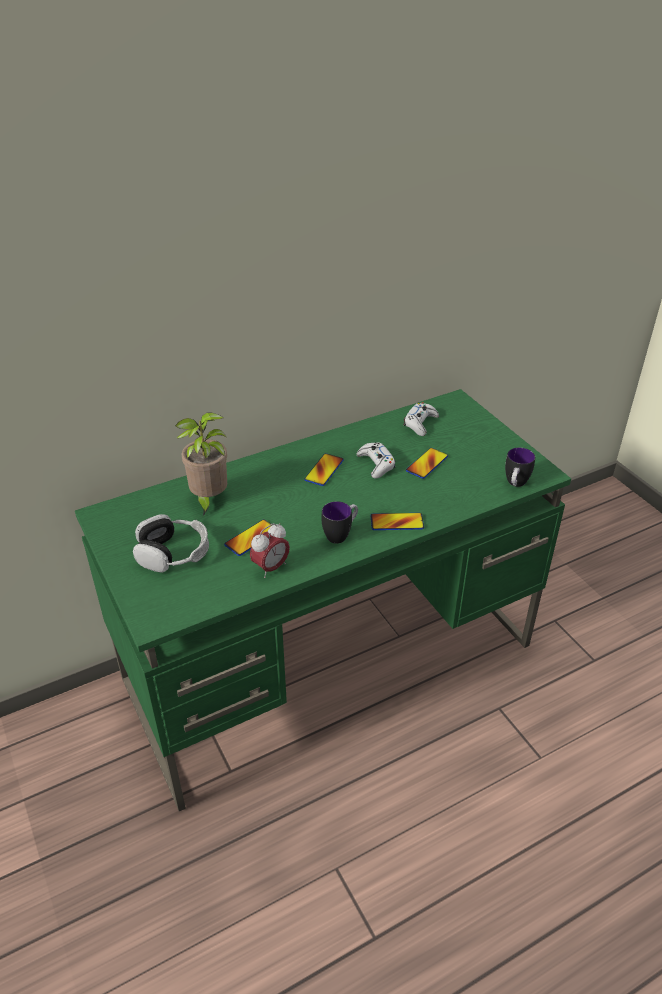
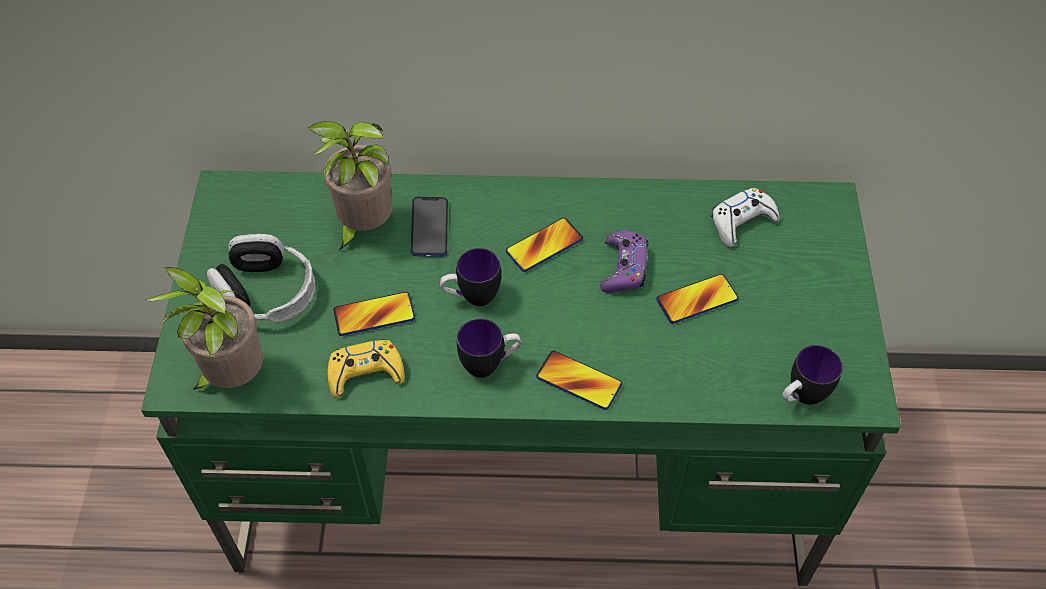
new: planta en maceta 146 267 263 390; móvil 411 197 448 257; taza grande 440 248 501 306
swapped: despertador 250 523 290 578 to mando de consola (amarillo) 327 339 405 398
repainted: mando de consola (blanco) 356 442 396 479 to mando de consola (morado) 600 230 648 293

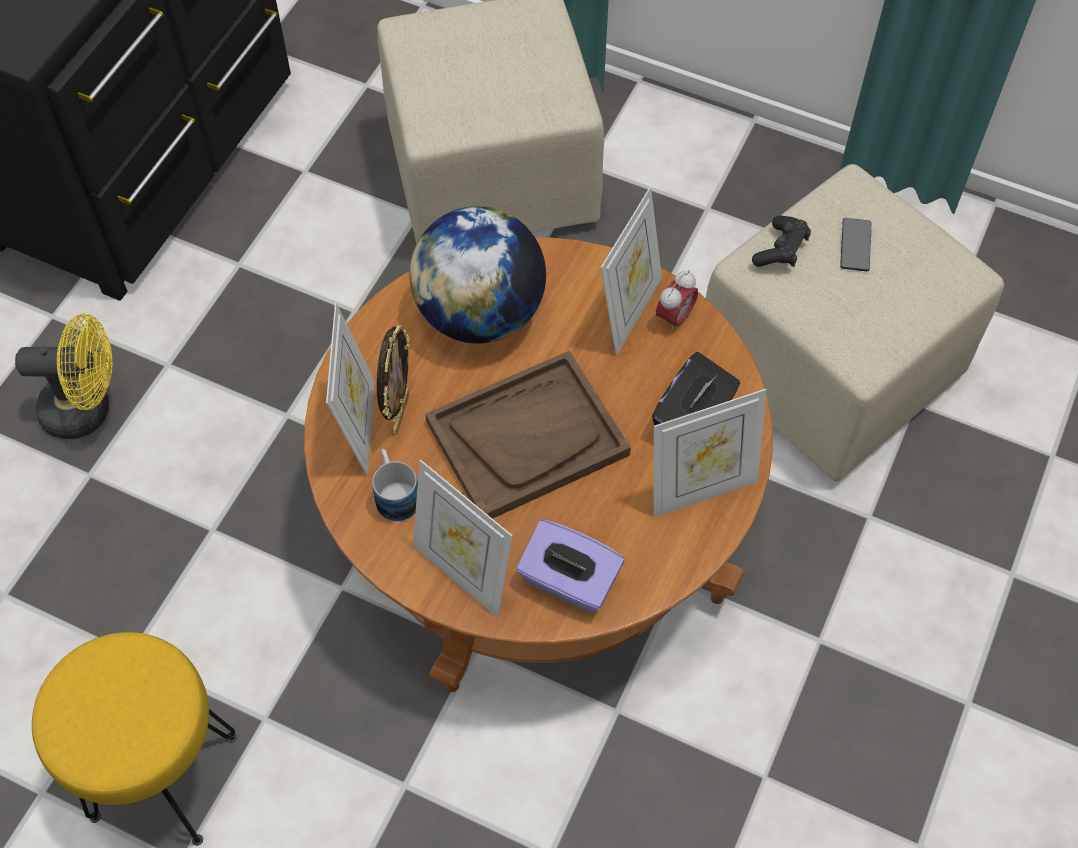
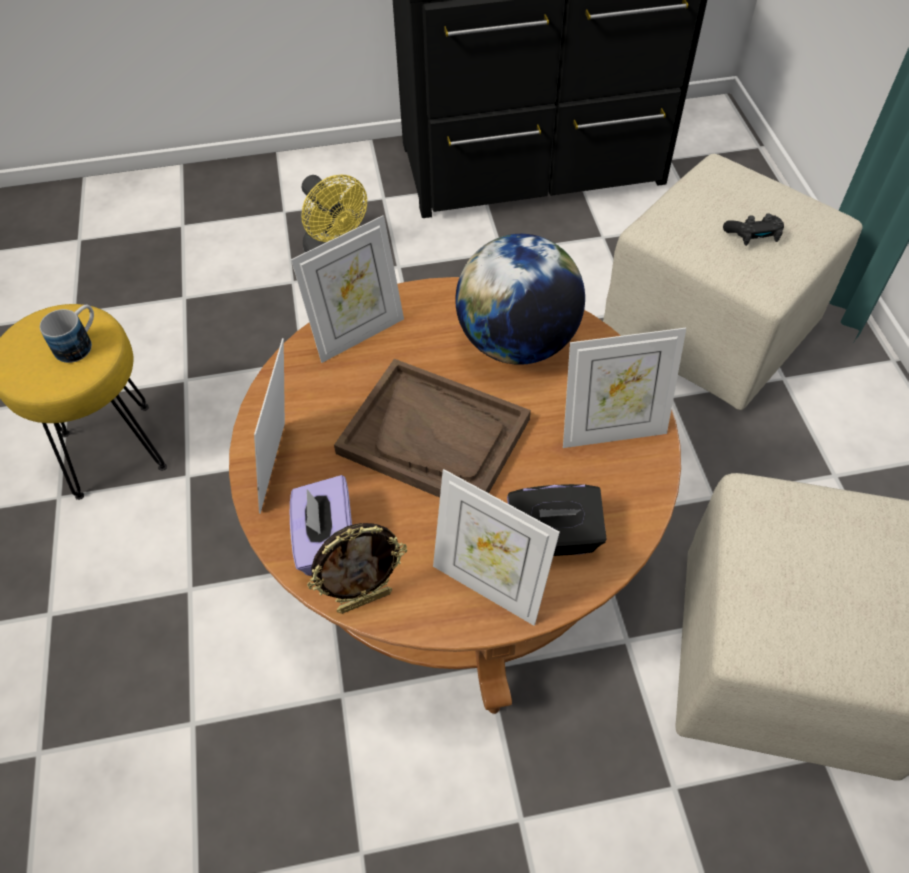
gone: despertador 656 271 698 332; móvil 840 218 871 271
shifted: taza grande 372 449 418 521 to 40 304 94 363; portarretratos 377 325 410 435 to 307 523 407 614; mando de consola (negro) 752 216 811 267 to 723 213 784 246

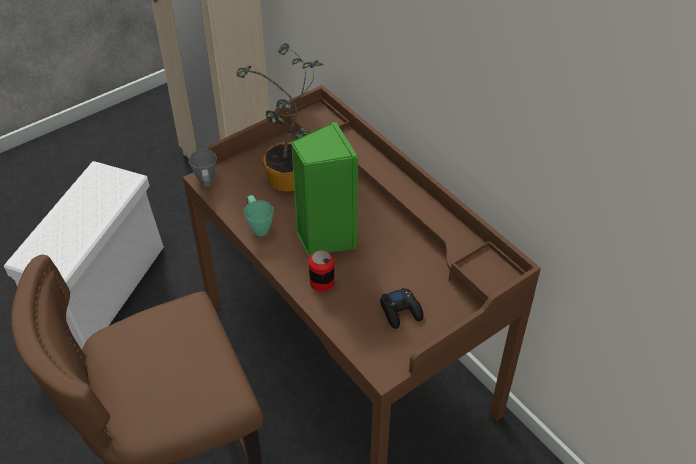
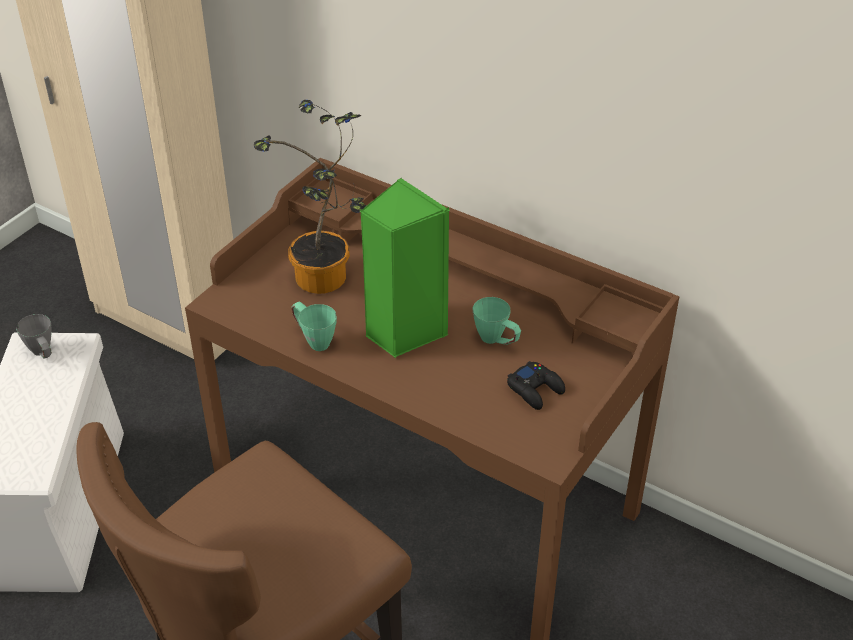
gone: lata 309 250 334 292
new: taza grande (verde) 473 297 521 345
shifted: taza grande (gris) 189 149 217 187 to 16 314 52 358

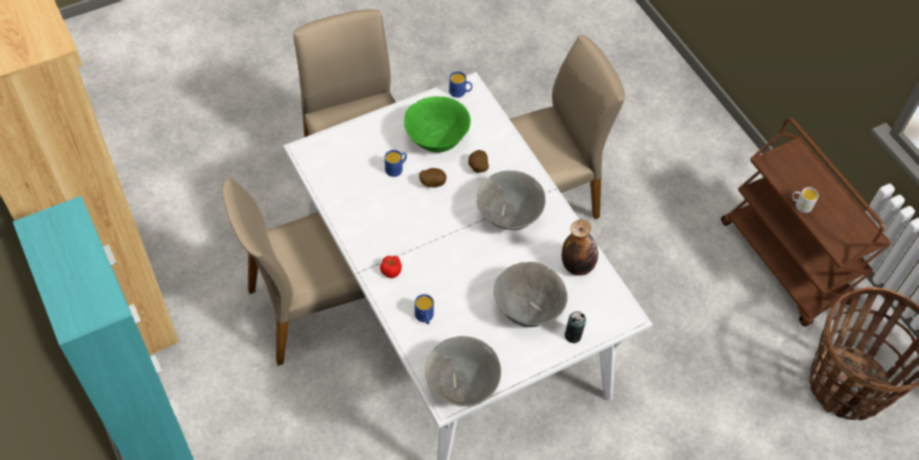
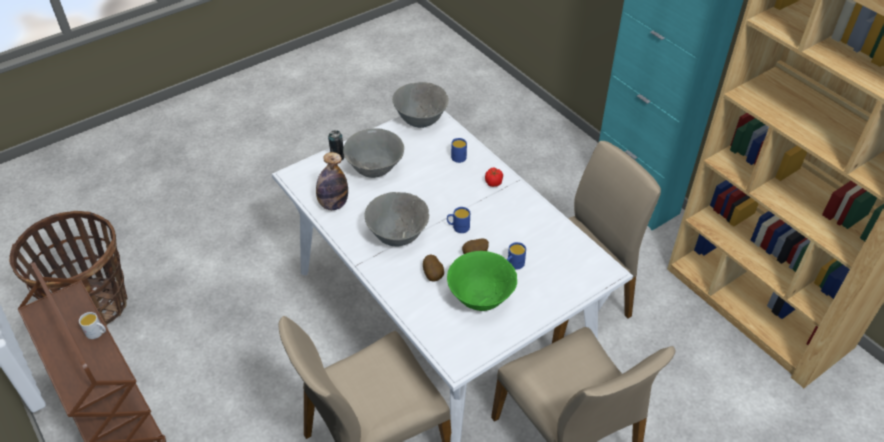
shifted: taza grande (azul) 449 71 472 98 to 447 207 470 233

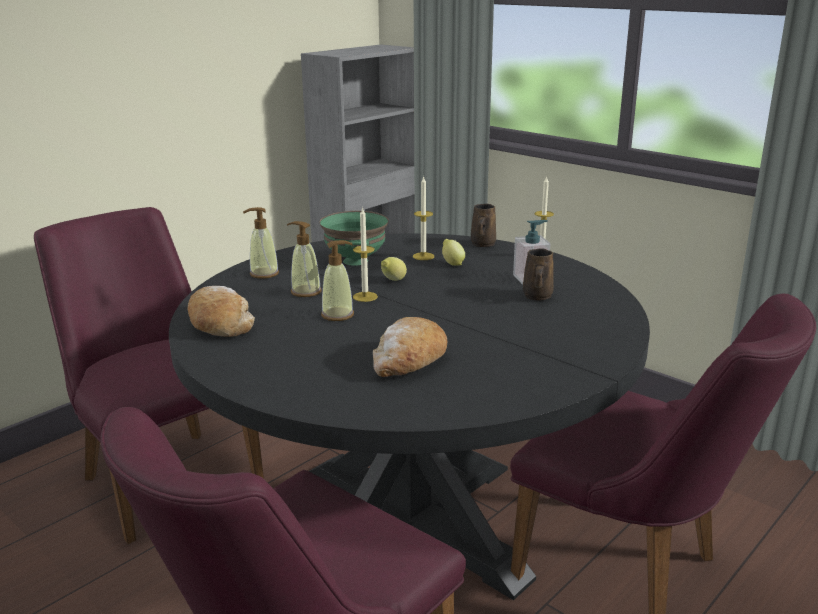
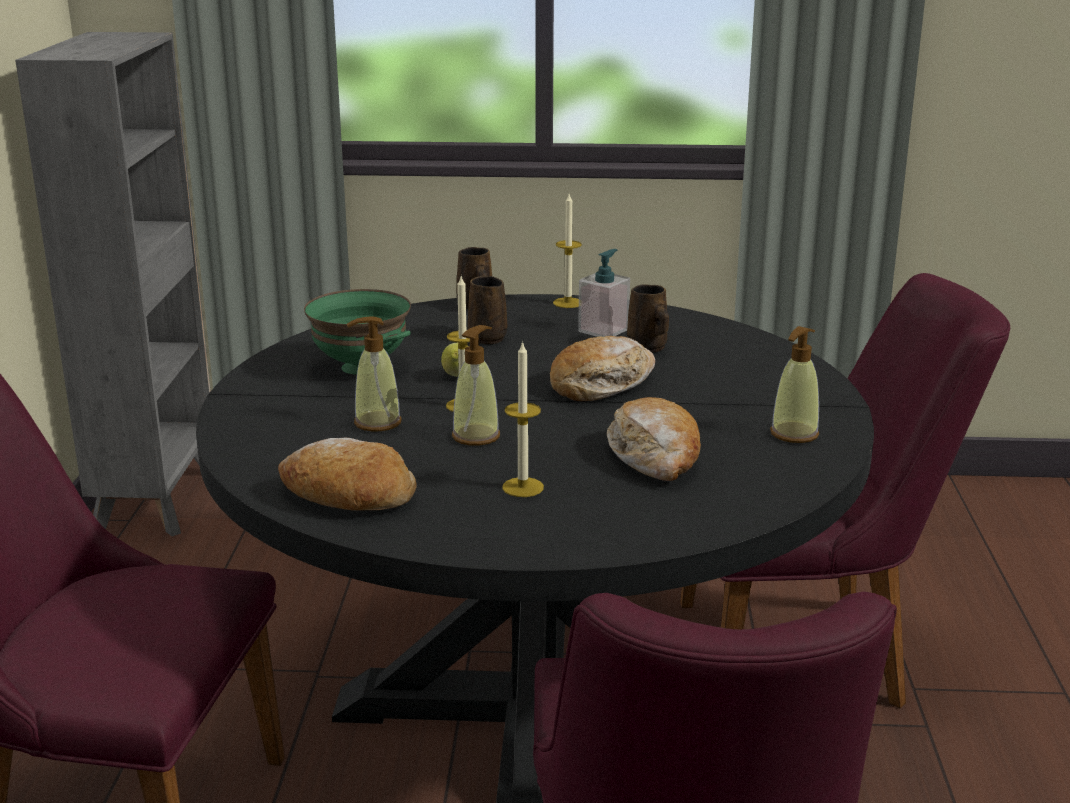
new: pan 550 336 655 401
shifted: dispensador de jabón 243 207 279 279 to 770 326 819 443; vela 413 176 434 260 to 502 341 544 497
swapped: limón 442 239 465 266 to taza grande (marrón) 468 276 507 344

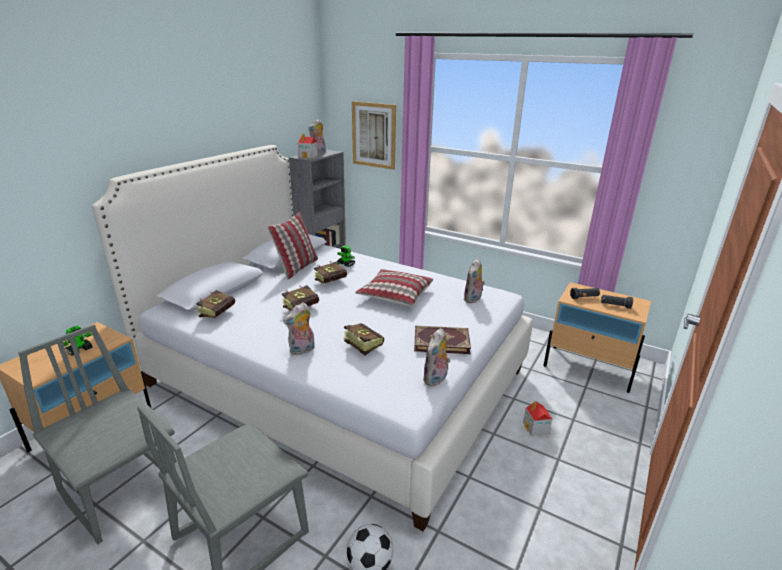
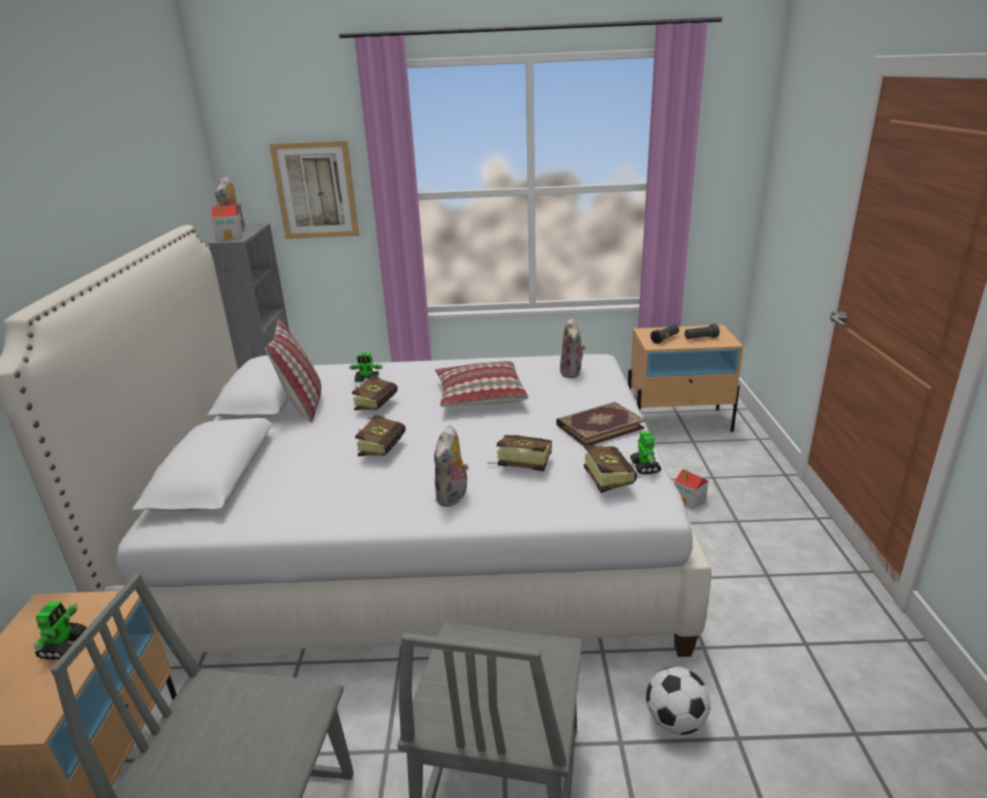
shifted: libro 197 290 235 318 to 584 445 637 493
swapped: peluche 423 328 450 386 to robot de juguete 630 431 661 475

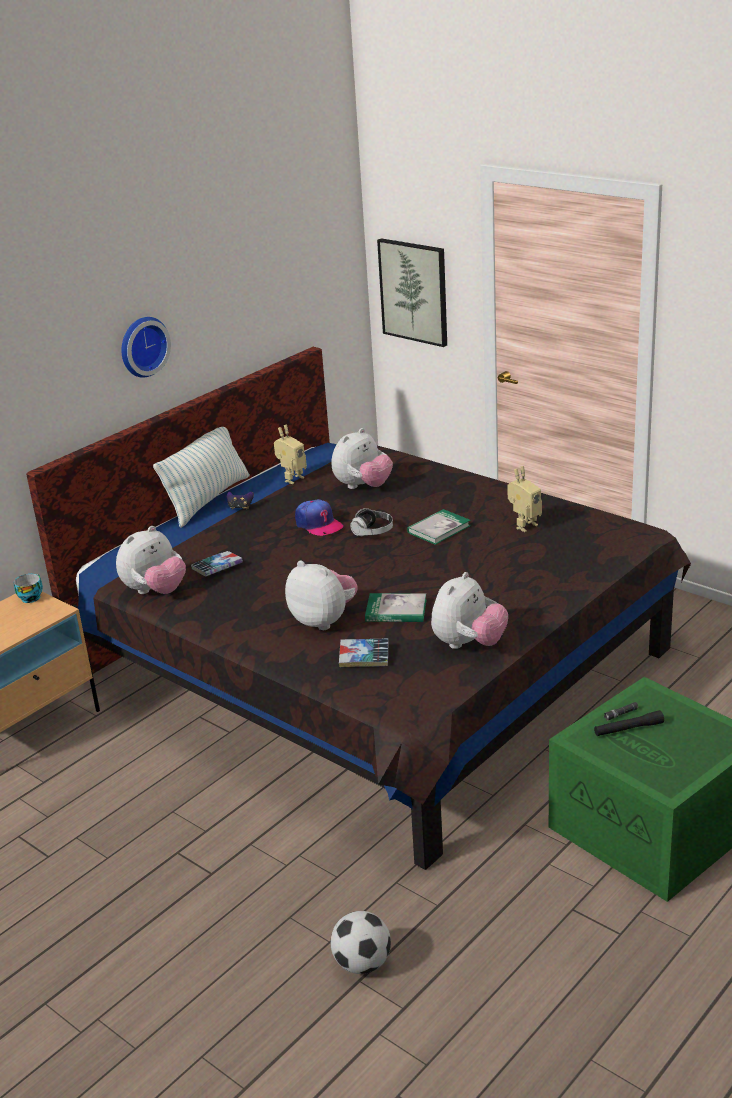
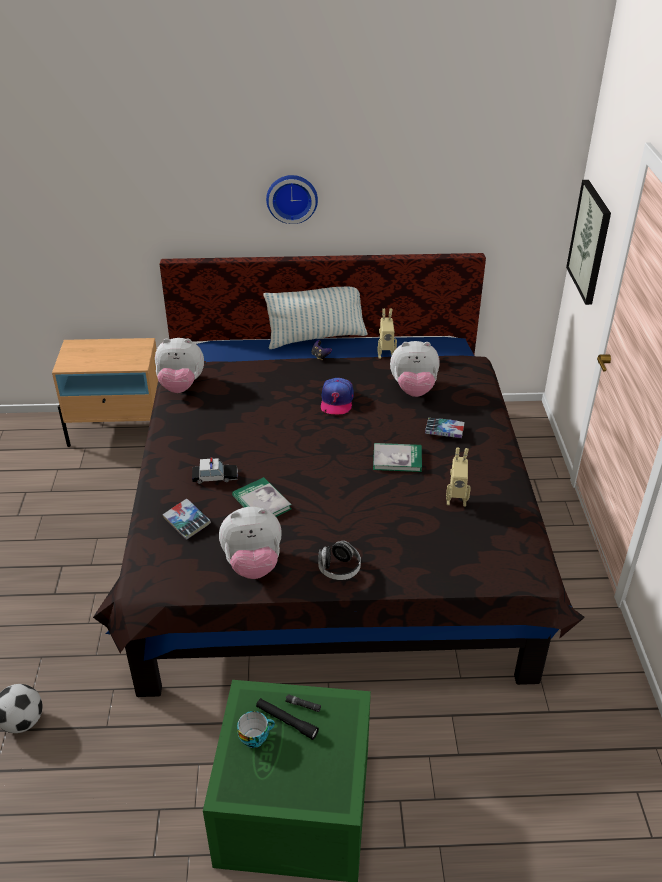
shifted: taza 14 574 43 603 to 237 711 275 748; libro 191 551 243 576 to 425 418 465 438; auriculares 350 508 393 536 to 318 541 361 580
swapped: peluche 285 561 358 630 to coche de juguete 192 458 238 484

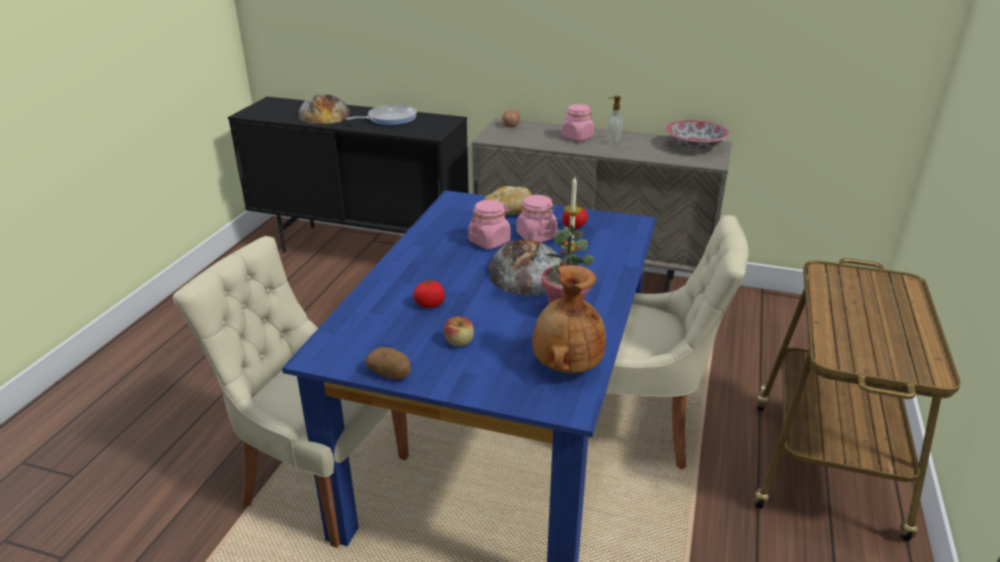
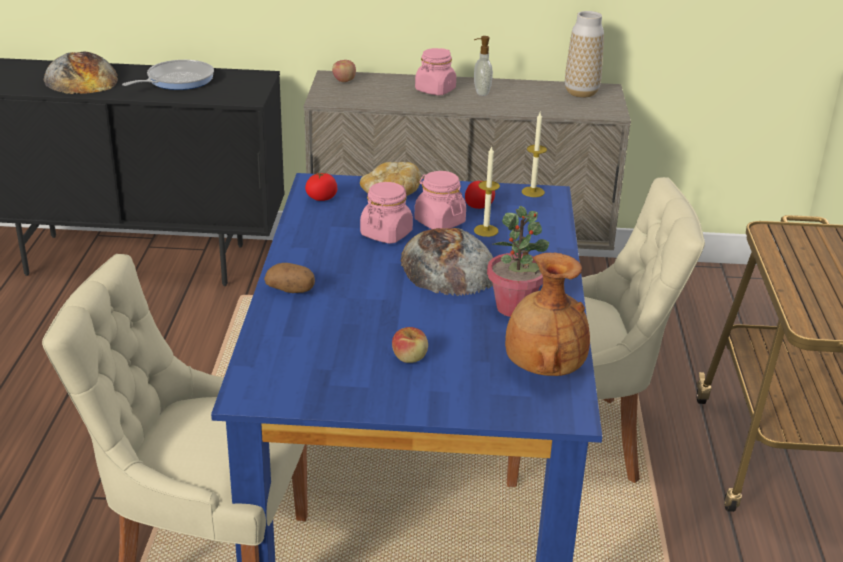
new: vela 522 112 547 197
shifted: patata 365 347 411 379 to 264 263 315 293; tomate 413 280 445 308 to 305 171 337 201
swapped: cuenco 666 120 729 150 to florero 565 11 604 98

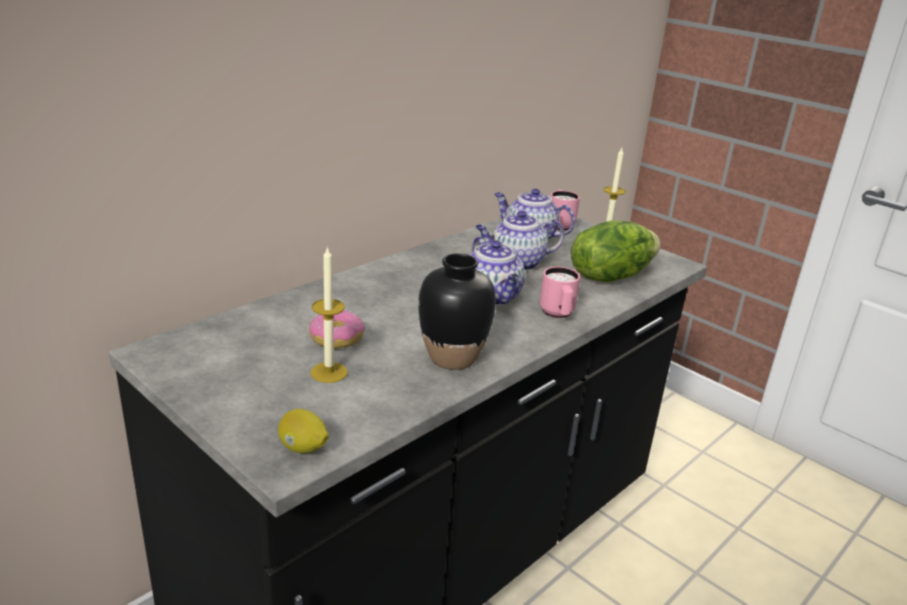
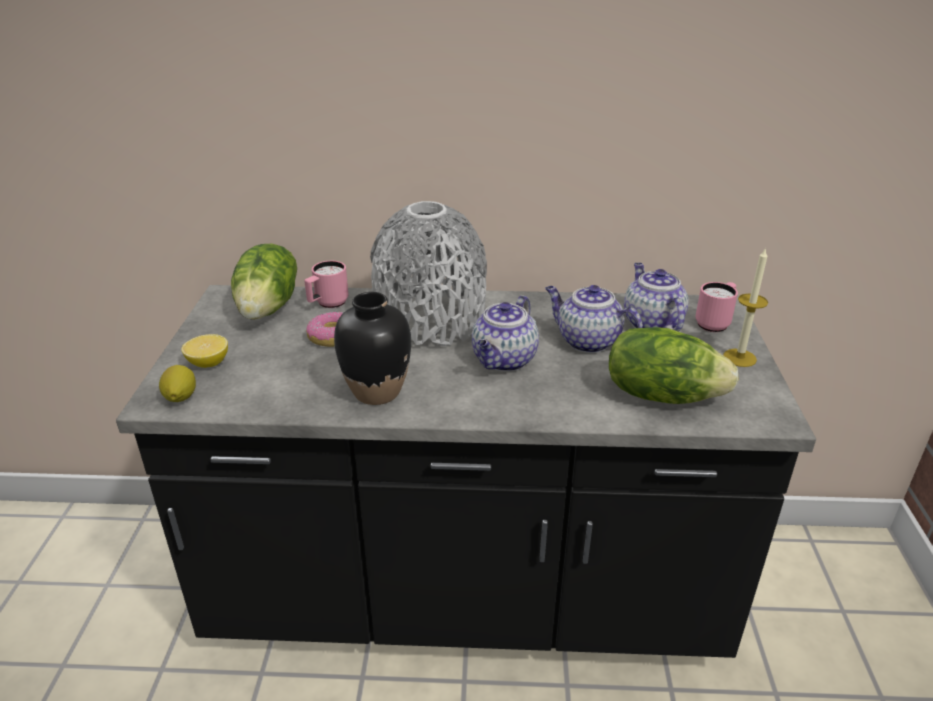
gone: vela 311 246 348 383
new: limón 181 334 228 368; lechuga 231 244 297 320; florero (gris) 370 201 487 346
shifted: taza grande (rosa) 540 267 580 318 to 304 261 348 308

